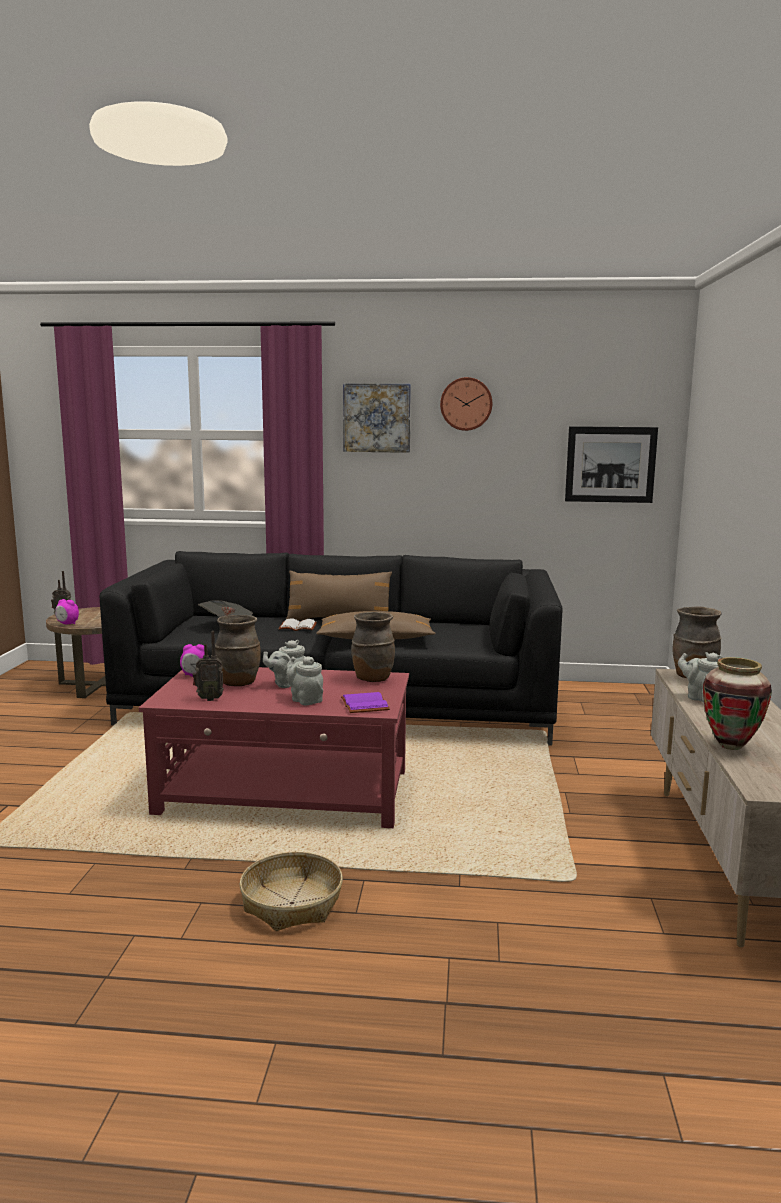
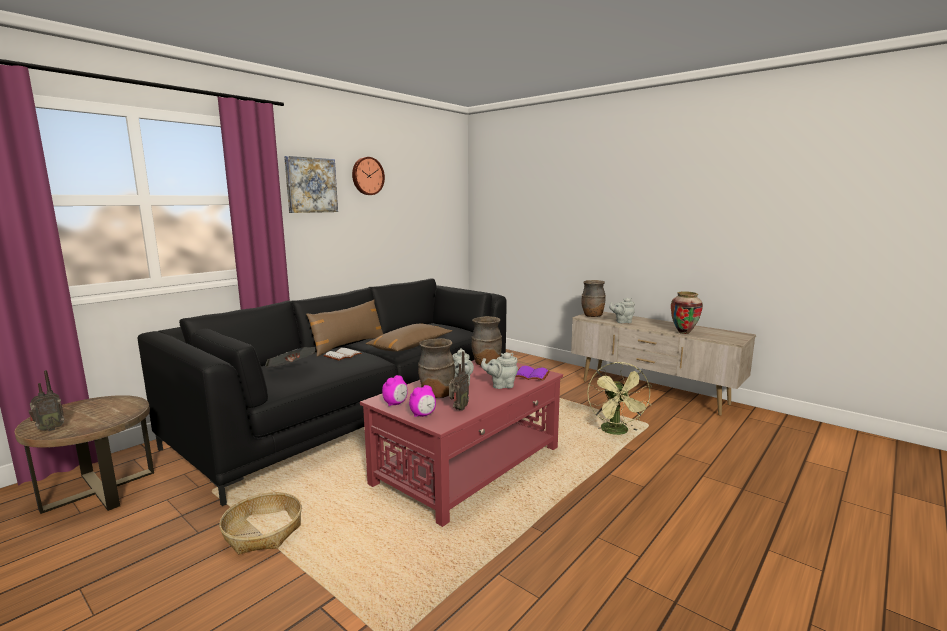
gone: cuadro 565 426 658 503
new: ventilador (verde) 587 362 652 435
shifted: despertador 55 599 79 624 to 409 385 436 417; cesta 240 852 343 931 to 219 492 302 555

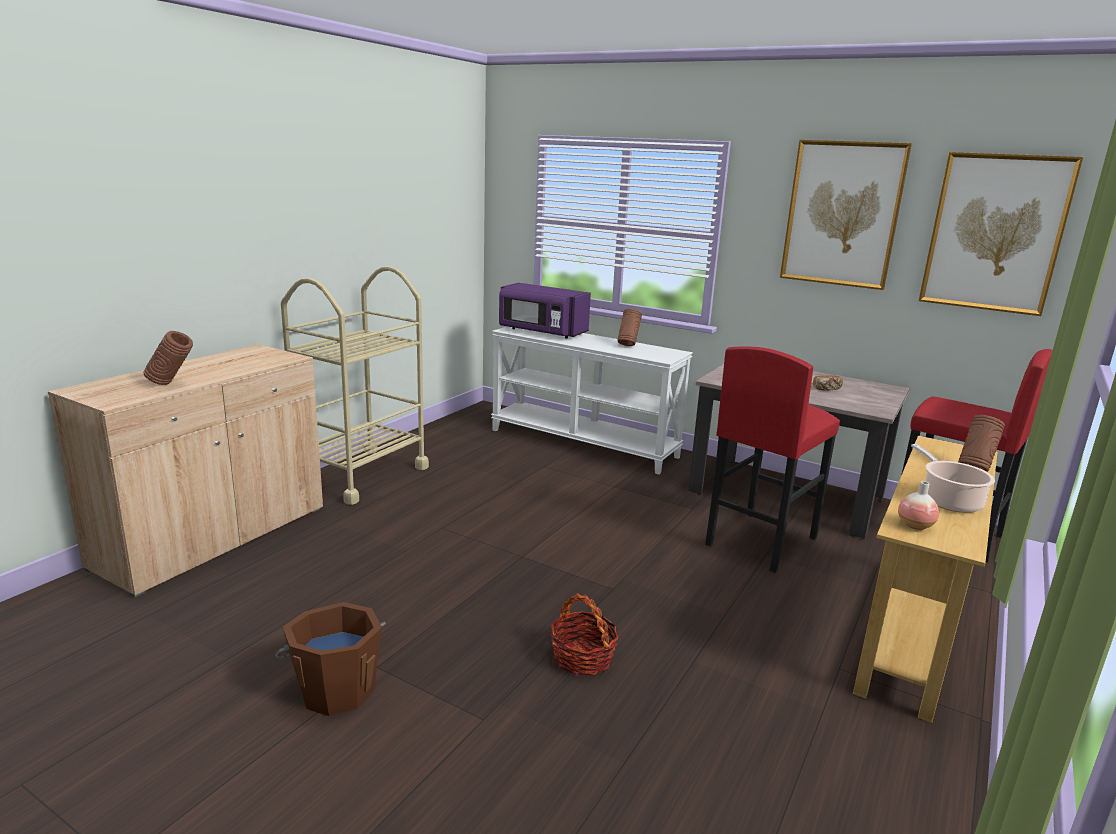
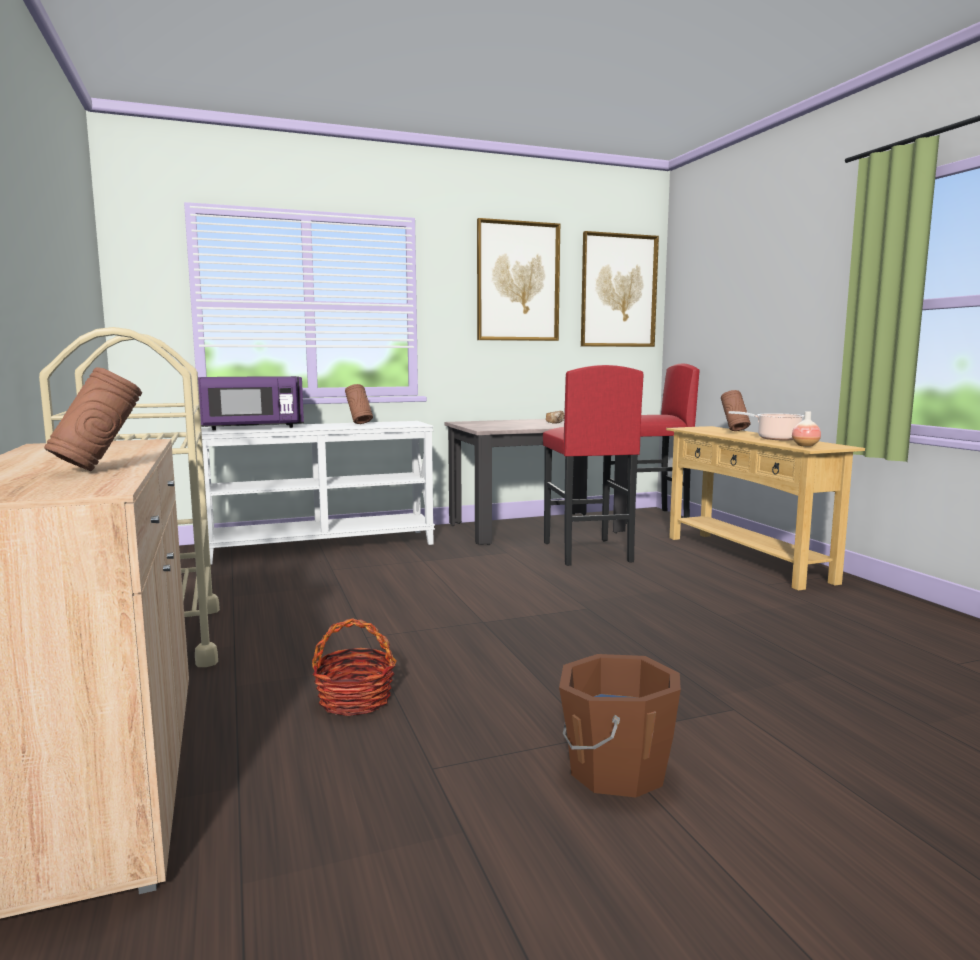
shifted: cesta 550 593 619 676 to 312 618 397 716

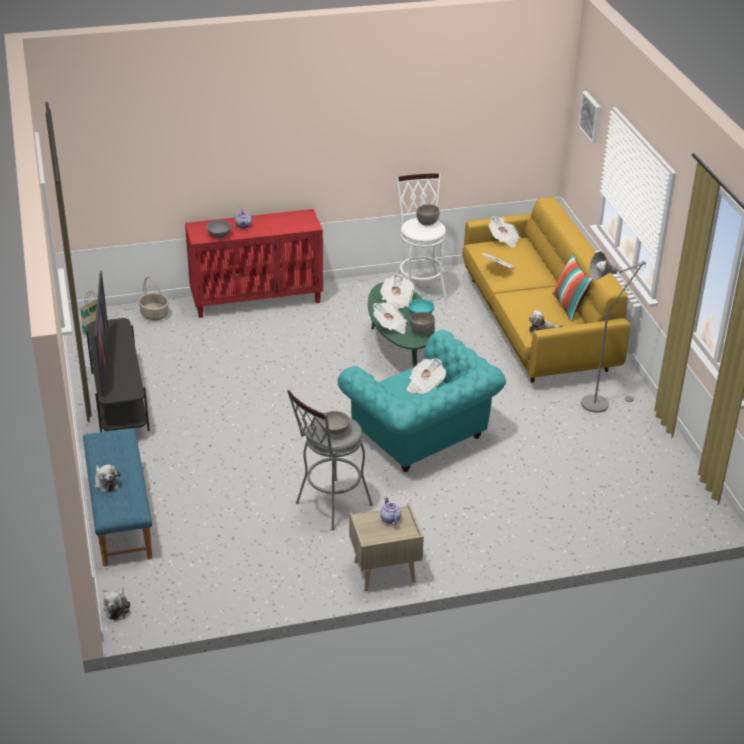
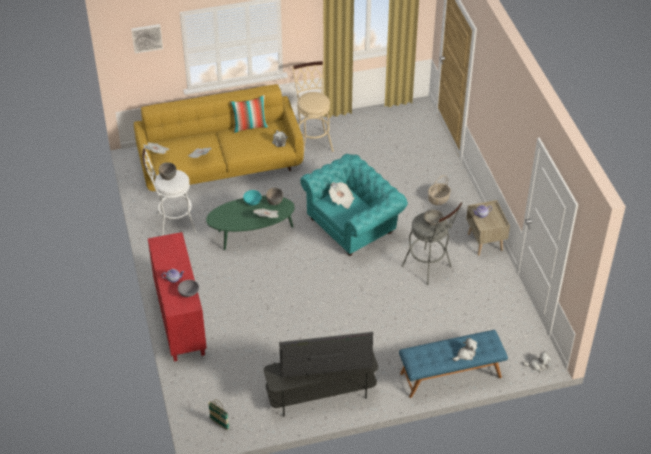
gone: periódico 380 274 414 309
shifted: cesta 138 277 169 321 to 428 175 451 205
swapped: lámpara de pie (gris) 581 251 646 413 to taburete (beis) 292 61 334 152

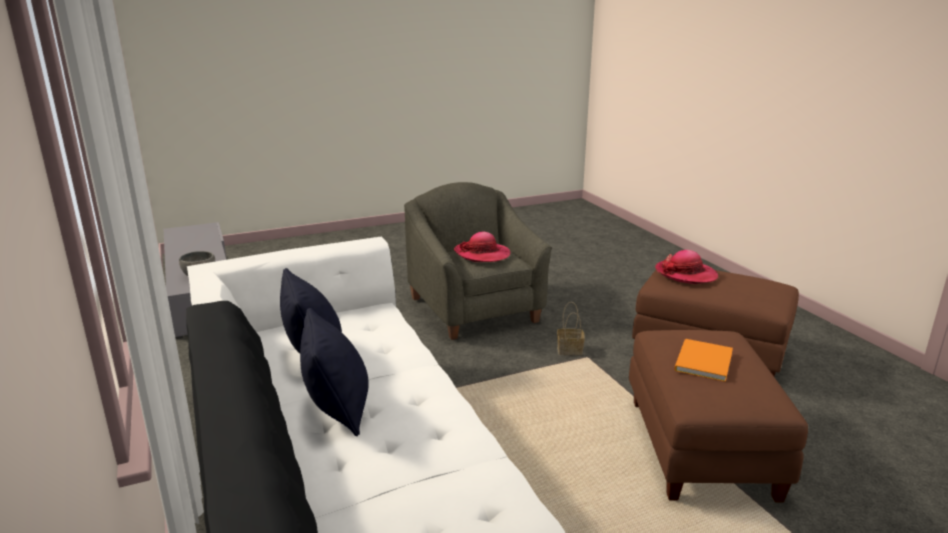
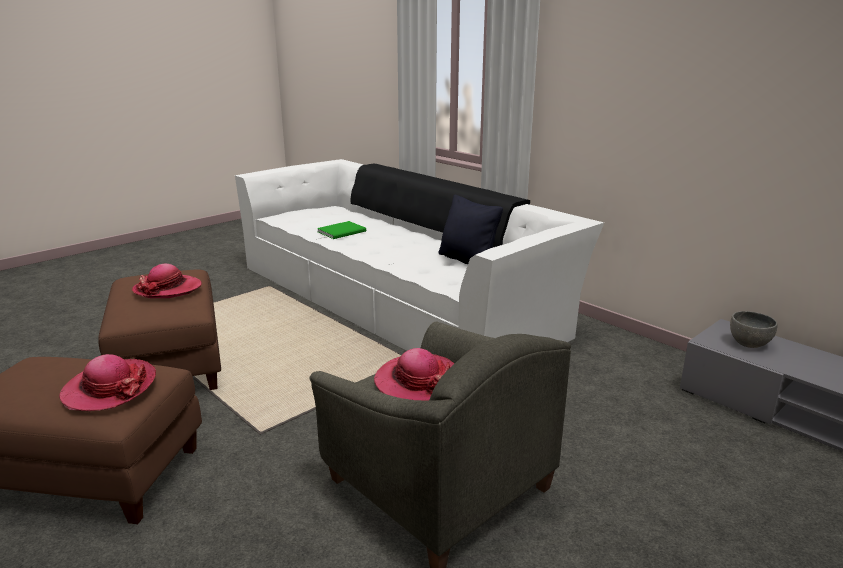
gone: cojín (negro) 300 307 369 436; cesta 557 302 585 355
new: libro (verde) 317 221 366 239
swapped: libro (naranja) 674 339 733 382 to sombrero 132 264 202 298

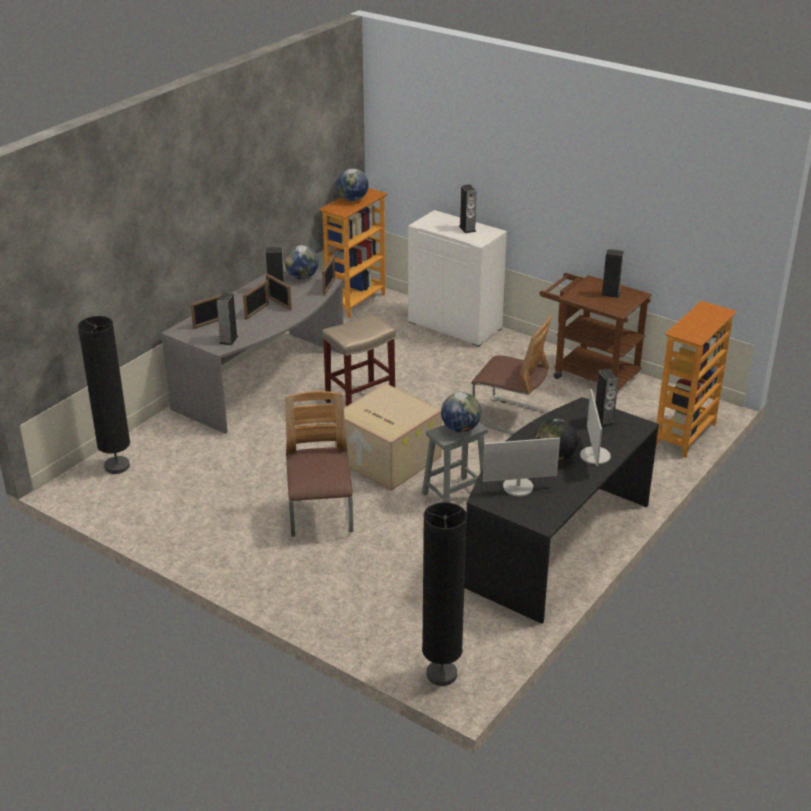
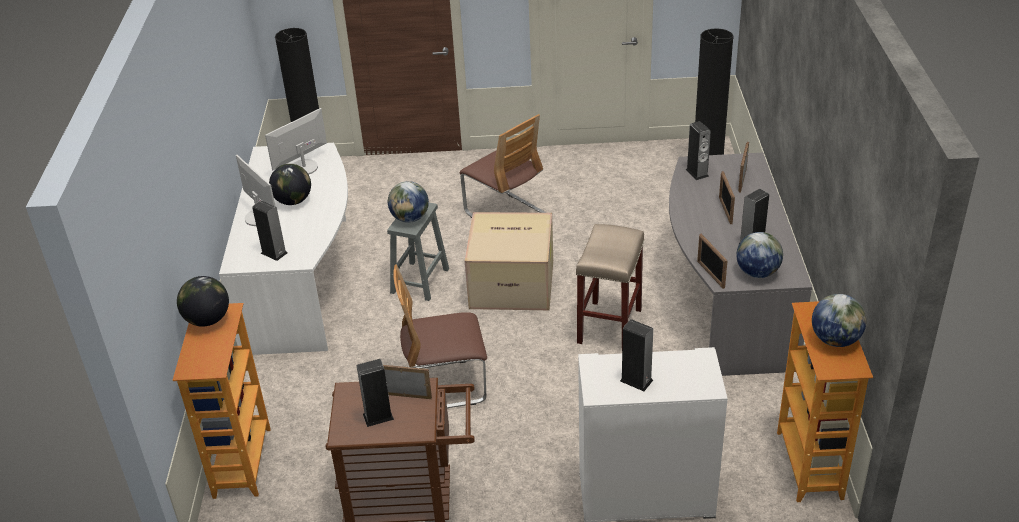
new: globo terráqueo 177 276 229 327
shifted: portarretratos 266 273 292 311 to 383 365 432 399
repainted: escritorio (negro) 464 397 659 624 to escritorio (blanco) 219 143 348 355

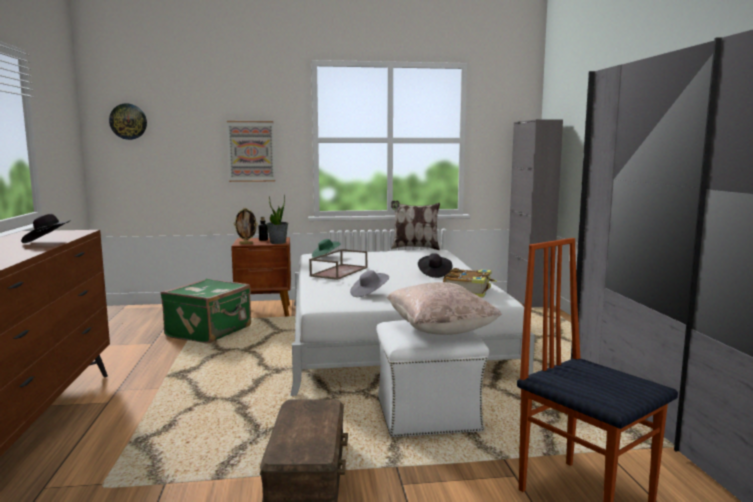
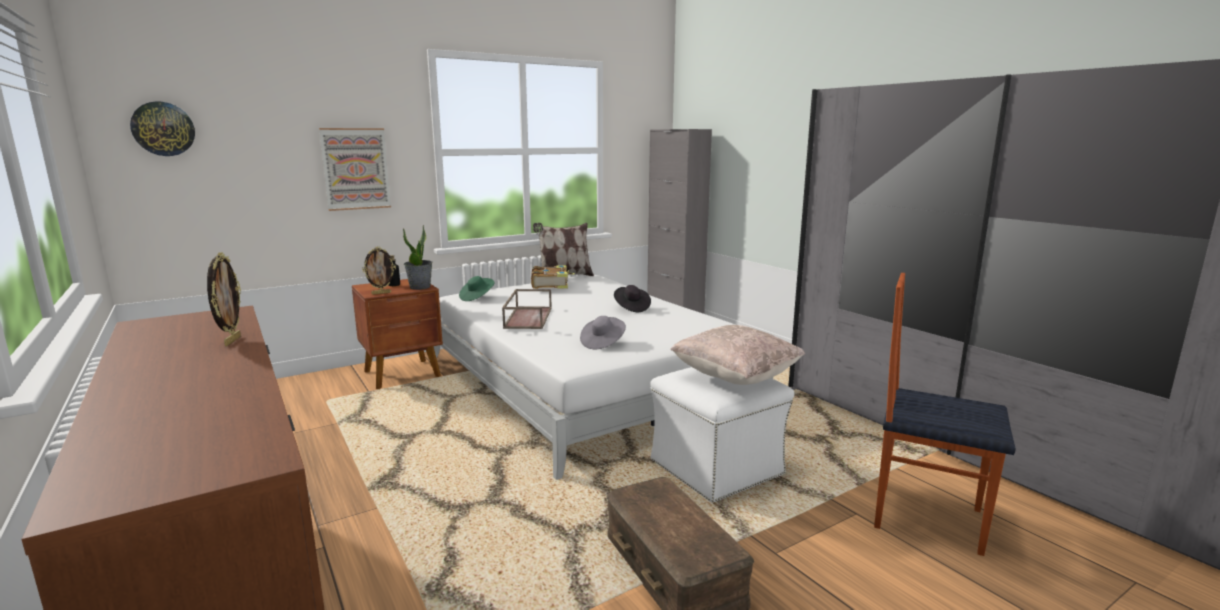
gone: maleta (verde) 161 278 251 344
shifted: libro 443 268 497 298 to 531 265 575 289
swapped: sombrero (negro) 21 214 71 243 to portarretratos 207 252 241 346

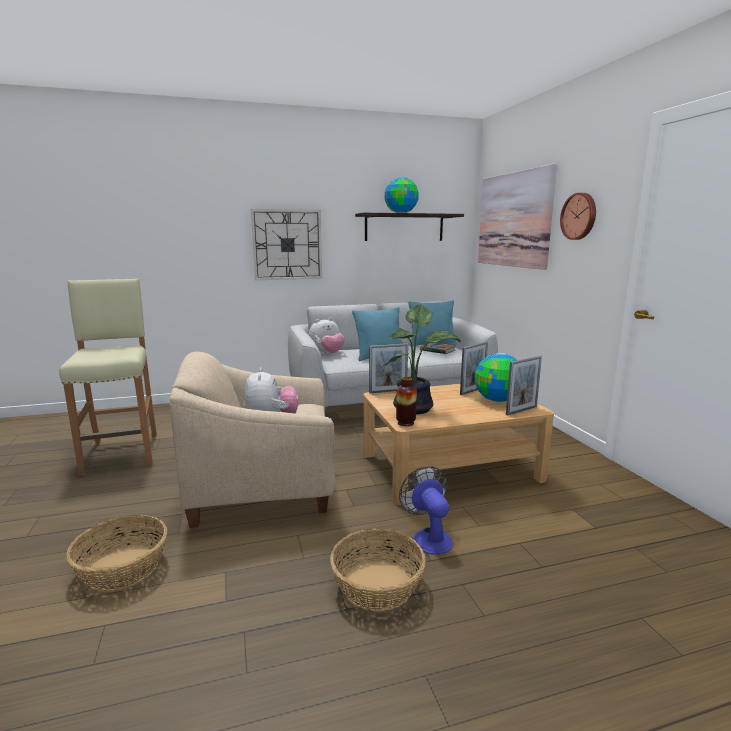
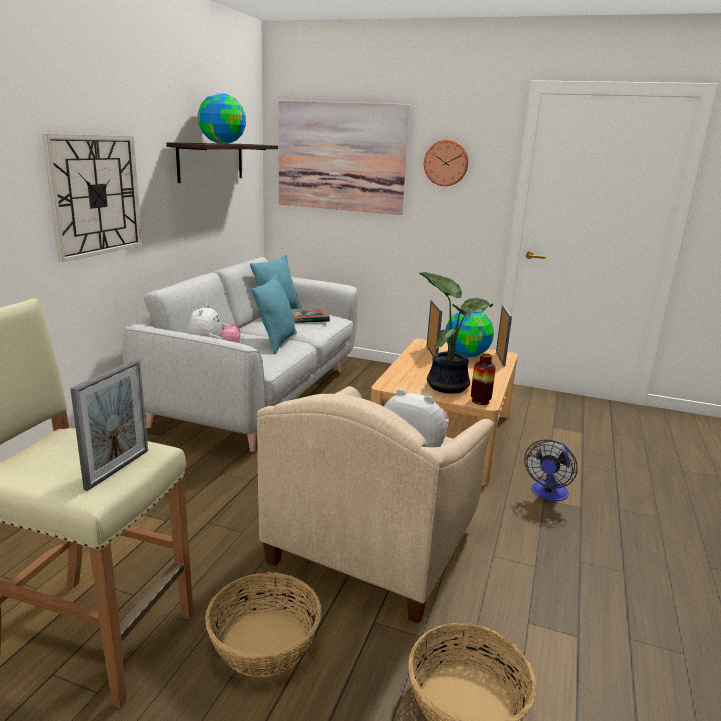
shifted: cesta 330 529 426 611 to 205 572 321 677; portarretratos 369 343 408 393 to 70 358 148 491
rotated: ventilador 399 466 453 555 = 524 439 578 501 75 degrees counterclockwise

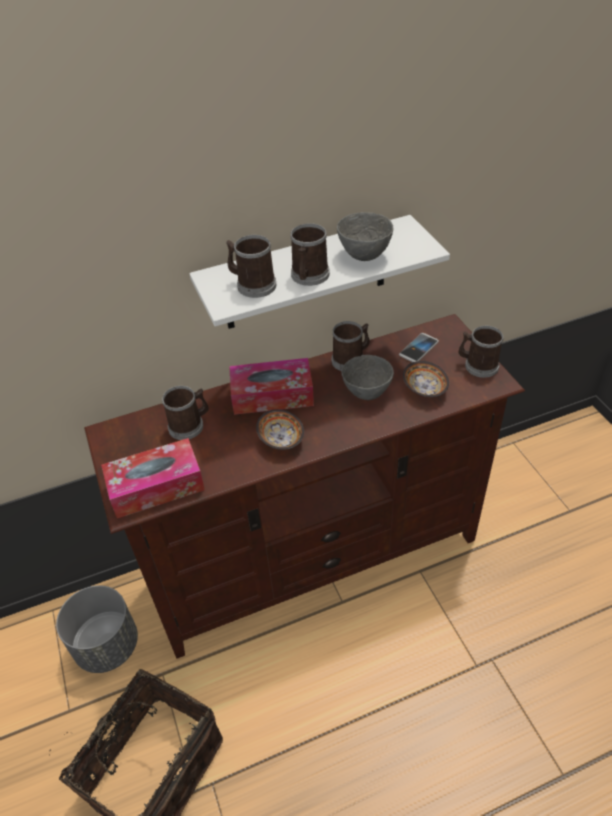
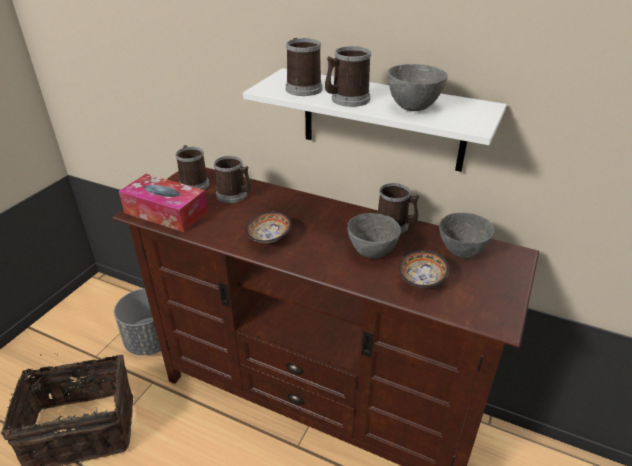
gone: caja de pañuelos 229 358 314 415
shifted: taza grande 459 326 504 378 to 176 145 209 190
swapped: móvil 399 333 439 362 to cuenco (gris) 439 213 494 258

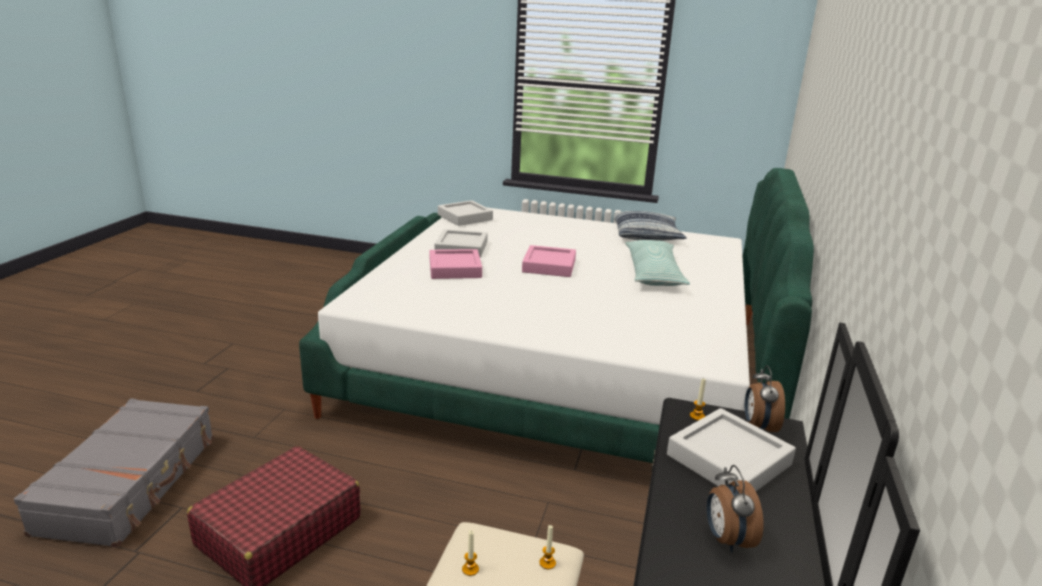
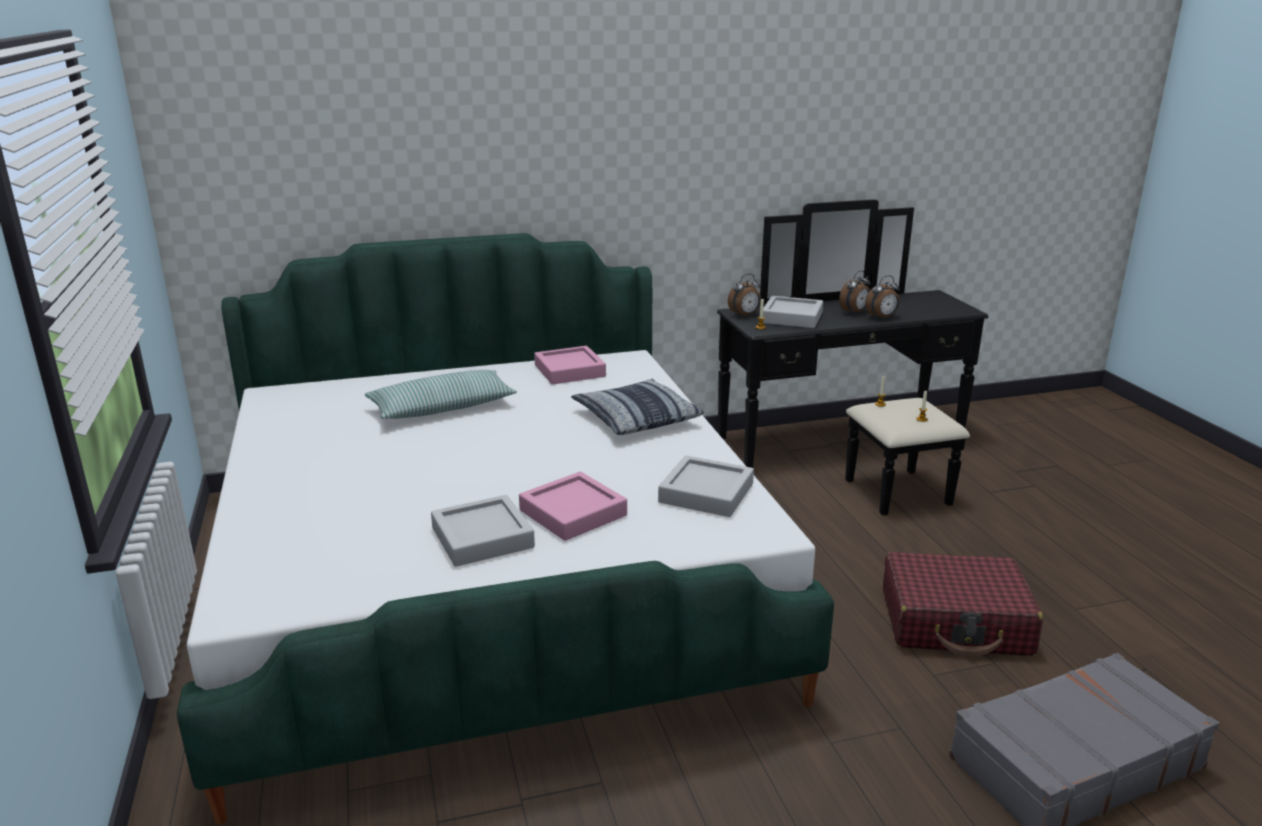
new: despertador 865 276 900 319
shifted: bandeja (gris) 438 200 493 226 to 658 456 754 517; bandeja (rosa) 522 245 576 277 to 534 346 606 384; cojín 613 211 687 241 to 571 379 704 435

